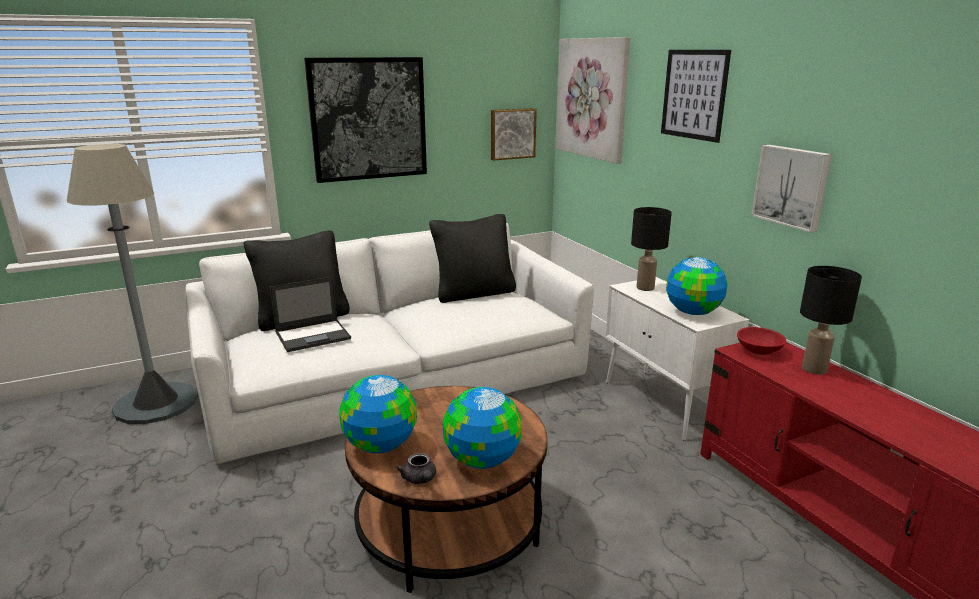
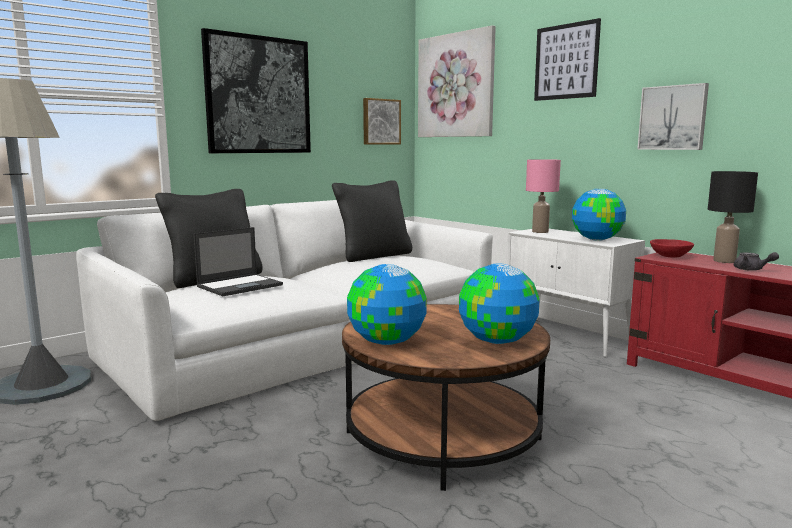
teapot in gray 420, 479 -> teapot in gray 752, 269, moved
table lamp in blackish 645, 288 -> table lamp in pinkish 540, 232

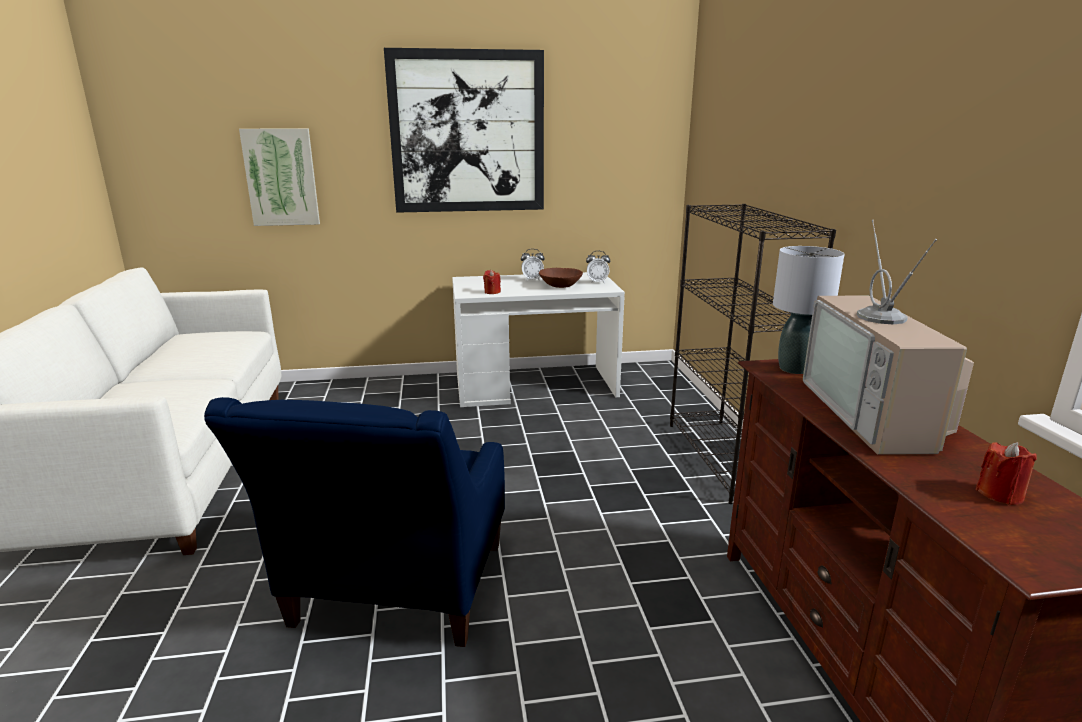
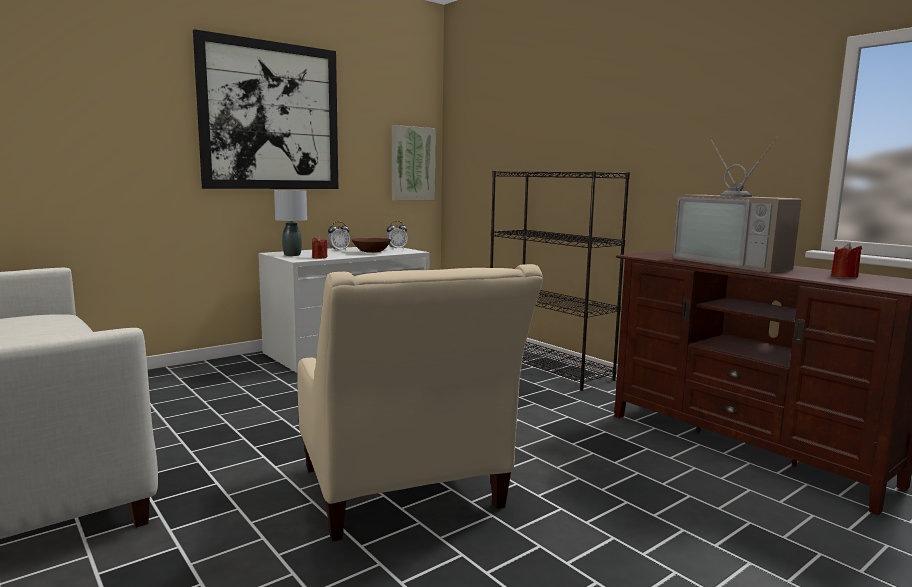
picture 281, 177 -> picture 412, 163, moved
table lamp in gray 794, 369 -> table lamp in gray 292, 255, moved
armchair in blue-coloured 394, 595 -> armchair in beige 405, 495

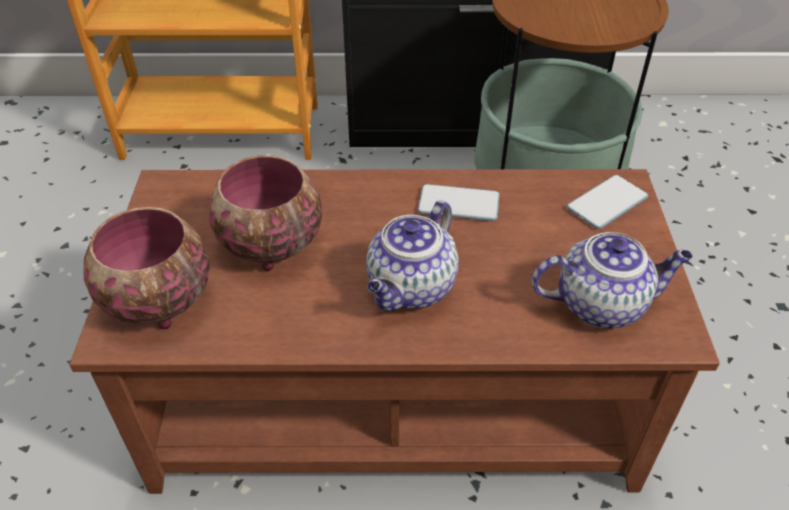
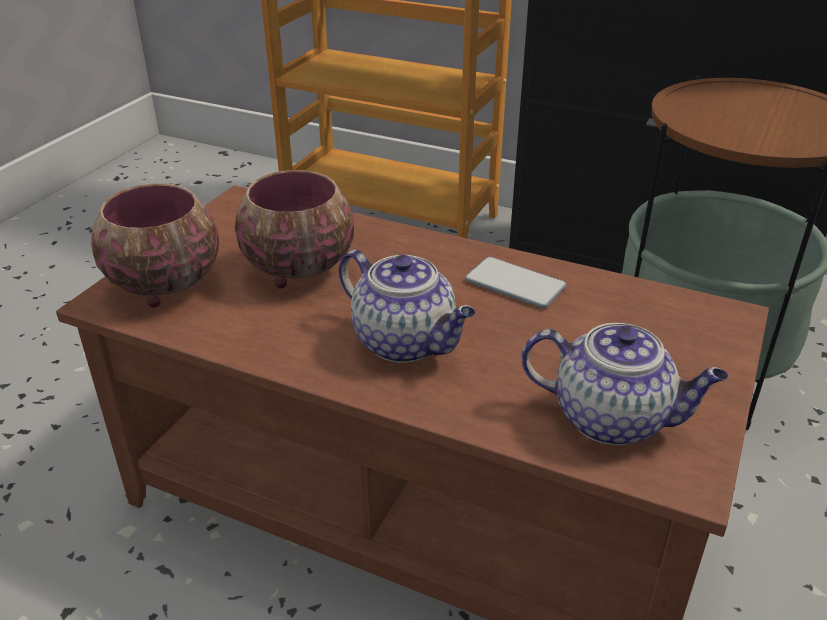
phone 607, 203 -> none
teapot 411, 289 -> teapot 406, 343, 105 degrees counterclockwise

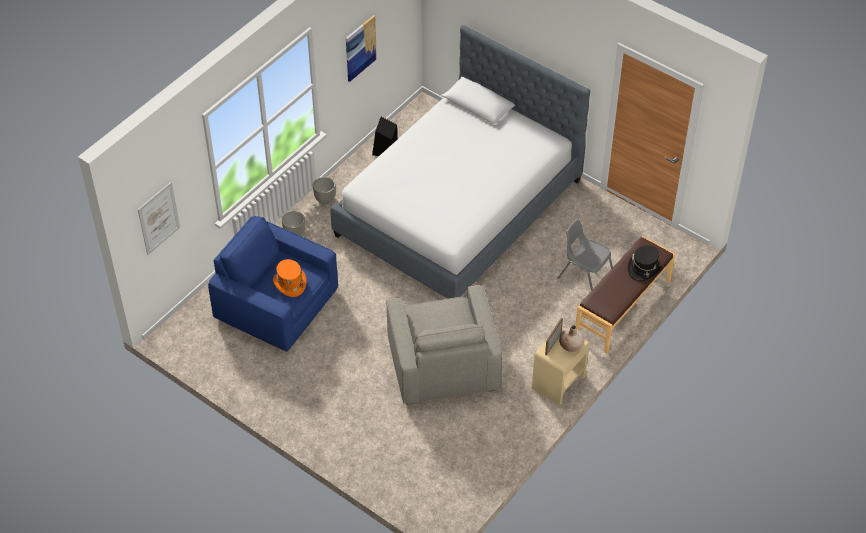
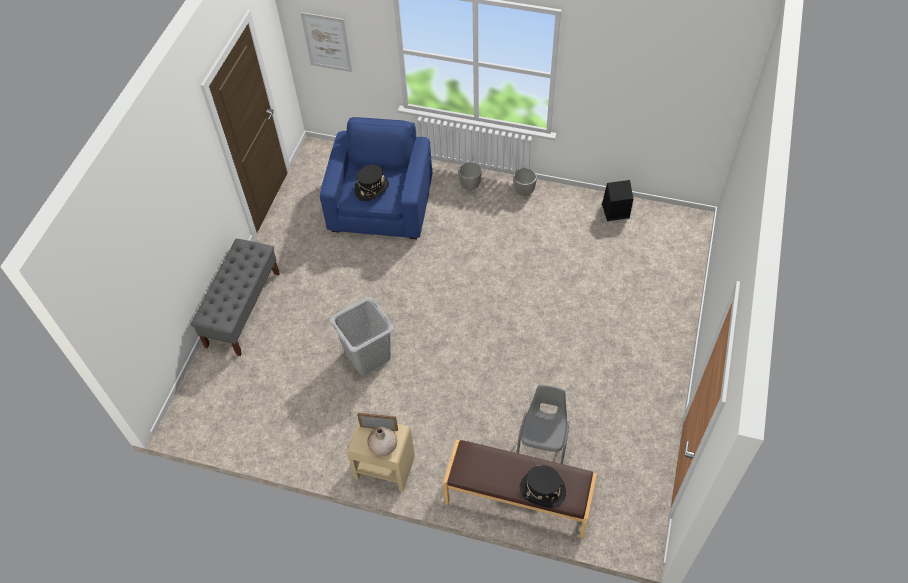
sleeping bed 459, 208 -> none
picture 360, 48 -> none
none -> long seat in gray 243, 309
armchair in gray 443, 363 -> laundry basket in gray 367, 355
wearable hat in orangey 290, 283 -> wearable hat in blackish 372, 188

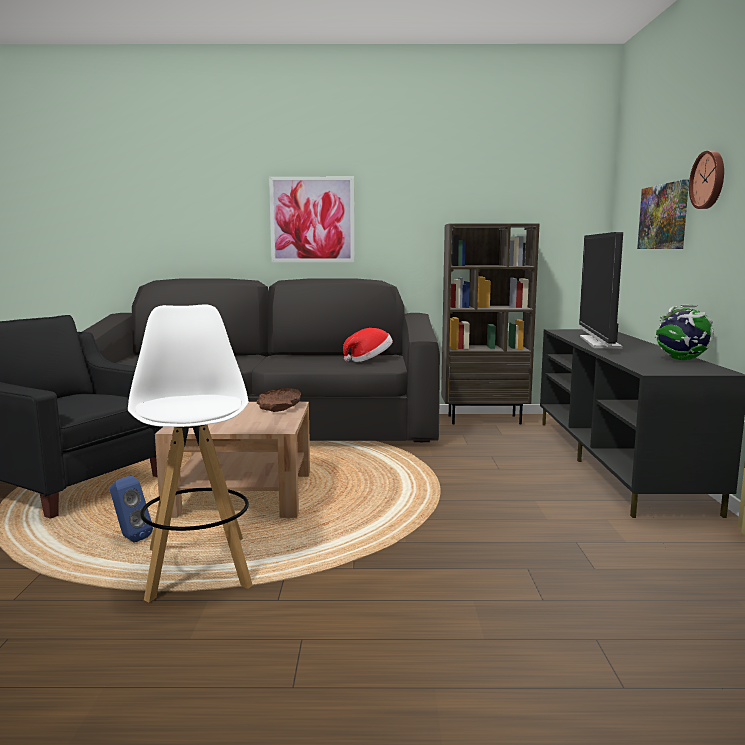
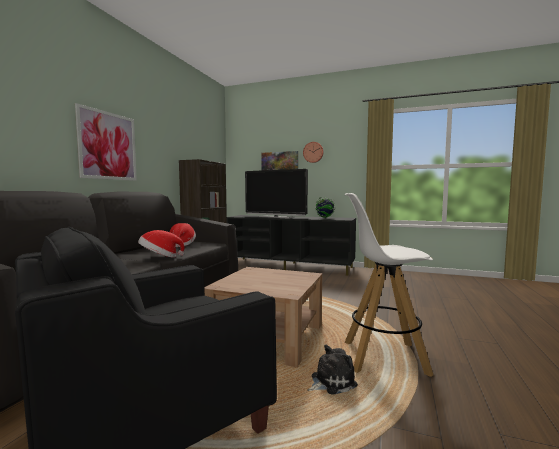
deep dish in brownish 279, 408 -> none
none -> wearable hat 160, 257
audio speaker in blue-coloured 130, 538 -> plush toy 330, 381

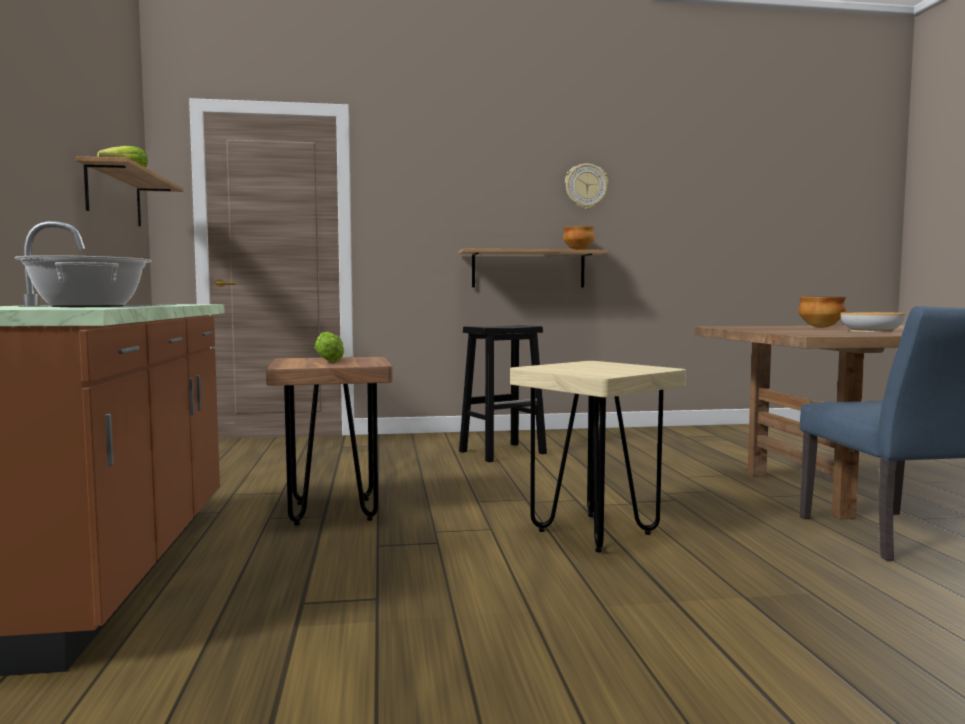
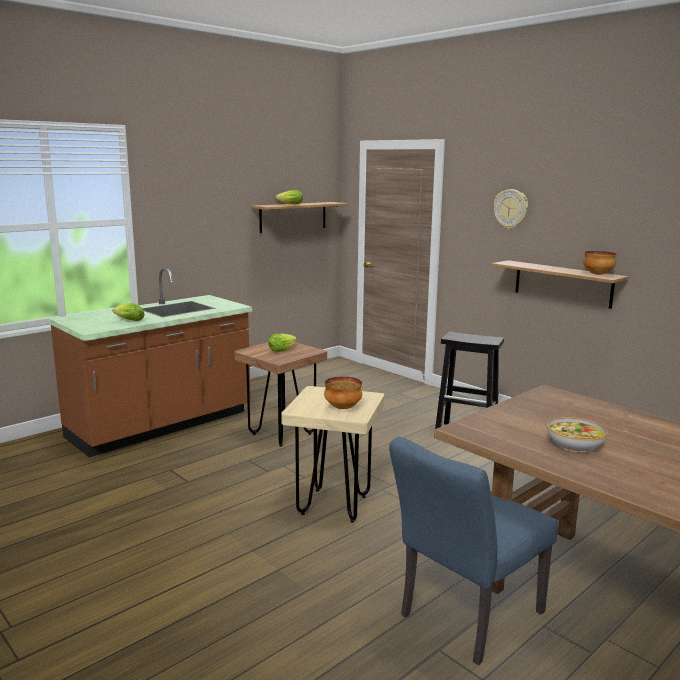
hanging clock 585, 186 -> hanging clock 511, 209, moved
deep dish 821, 327 -> deep dish 343, 408, moved
saucepot 88, 306 -> lettuce head 128, 320

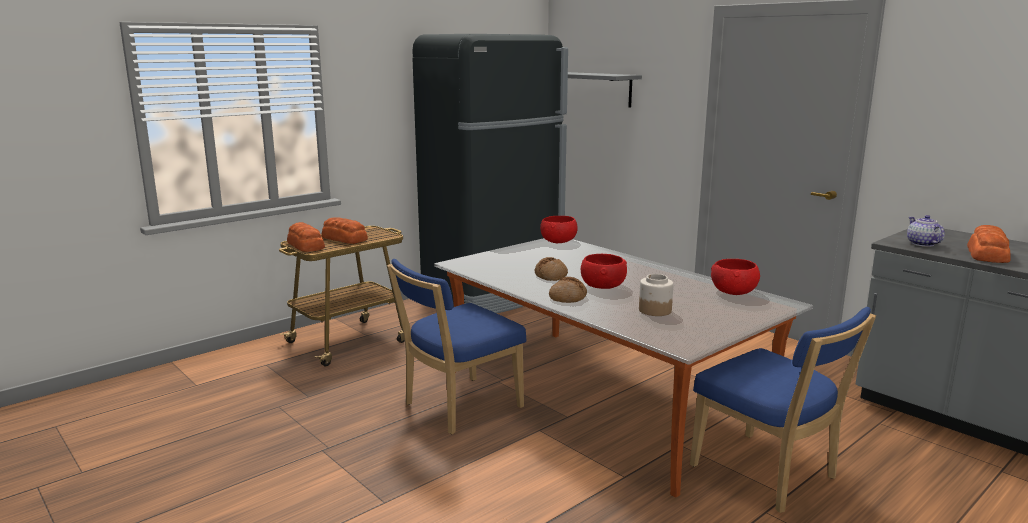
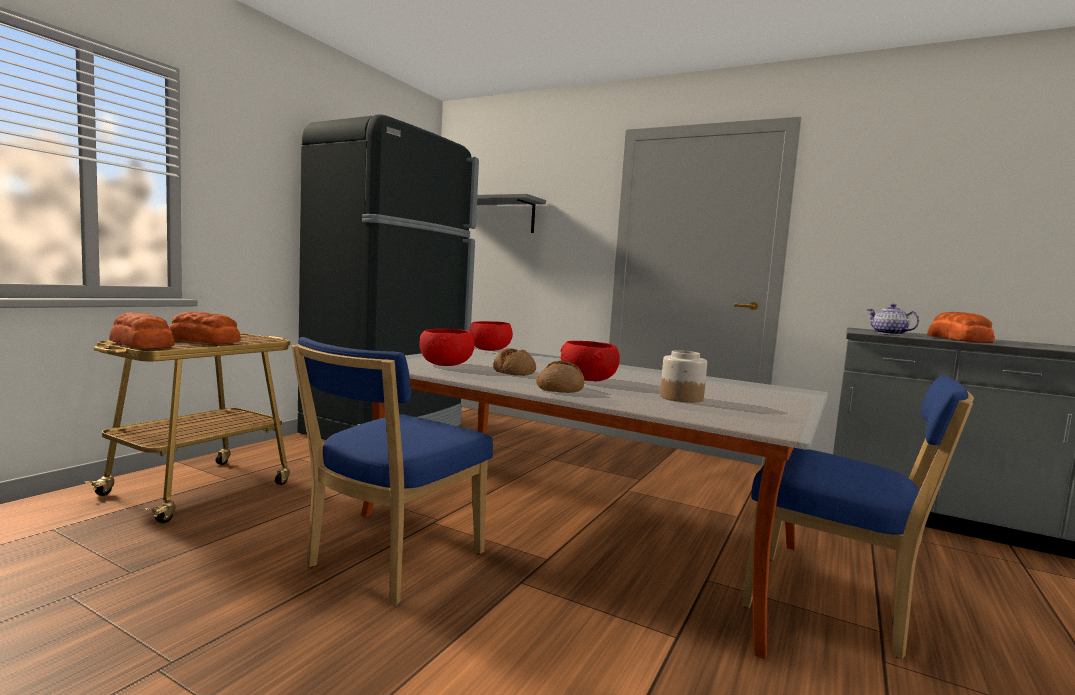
deep dish in red 734, 292 -> deep dish in red 446, 364, moved

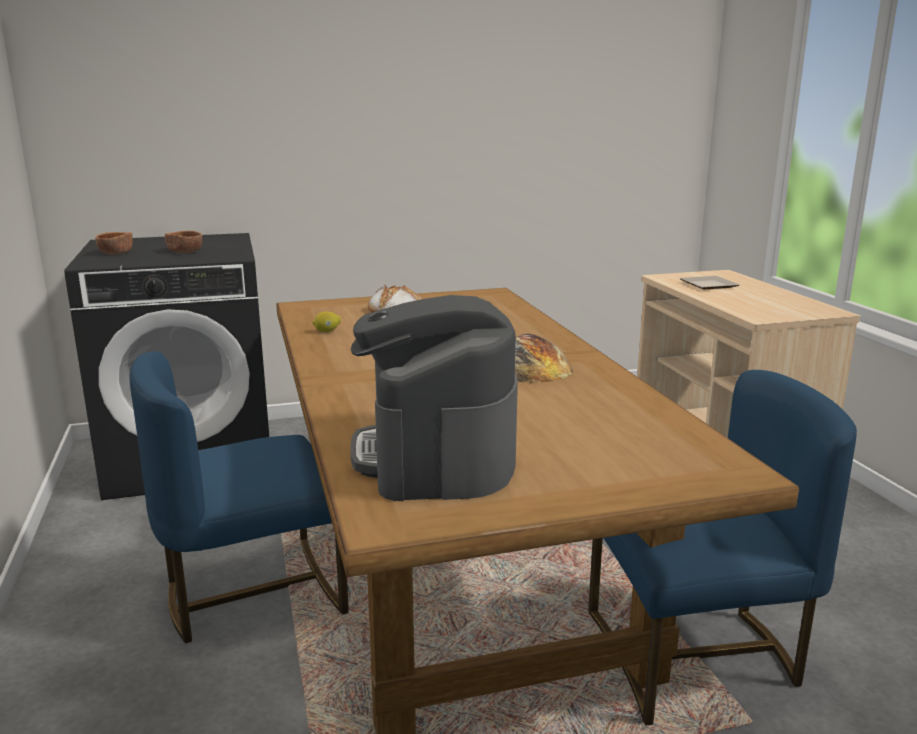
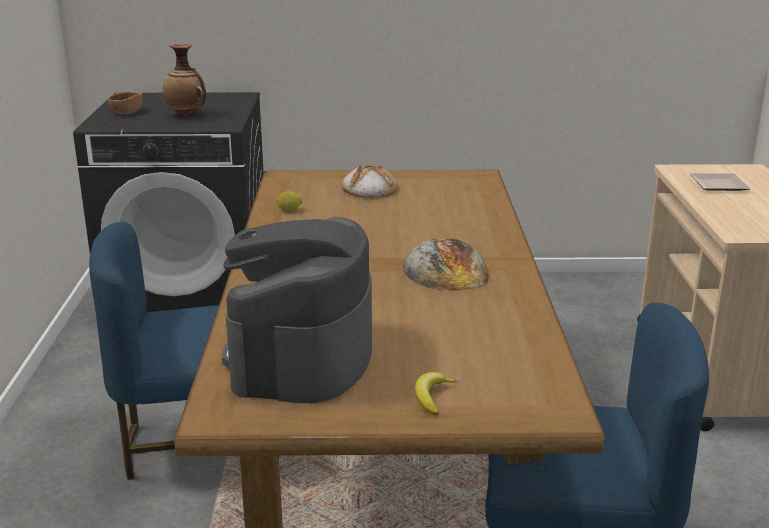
none -> banana fruit 432, 397
deep dish in brownish 185, 251 -> decorative vase 186, 115

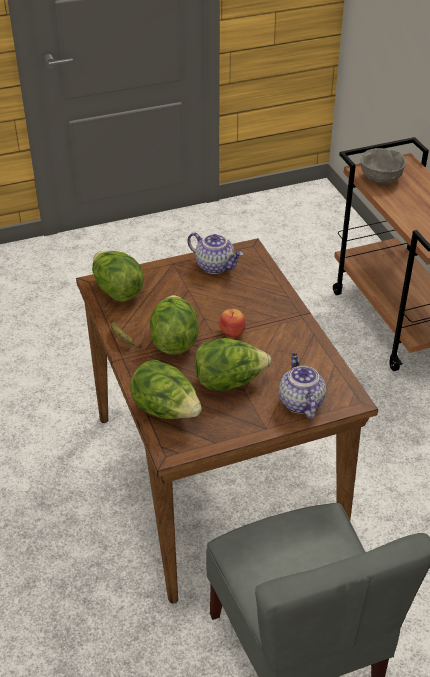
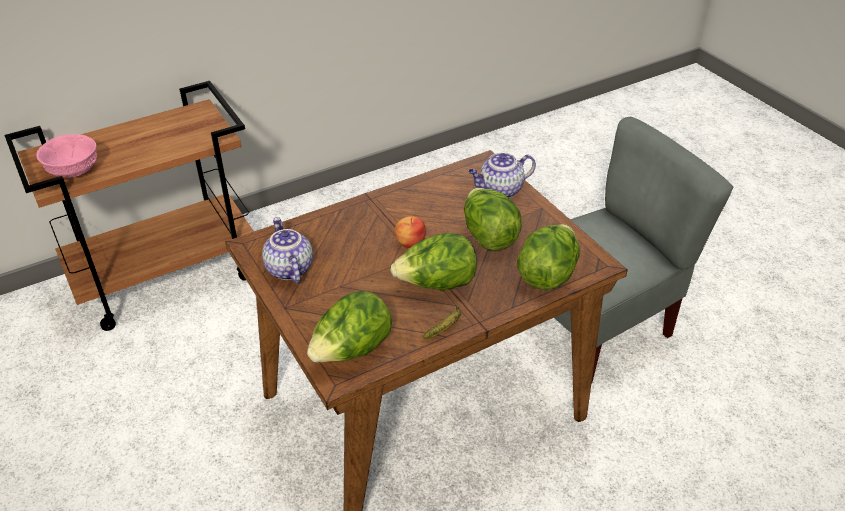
deep dish in gray 380, 178 -> deep dish in pinkish 73, 171
teapot 215, 266 -> teapot 288, 269, 45 degrees counterclockwise

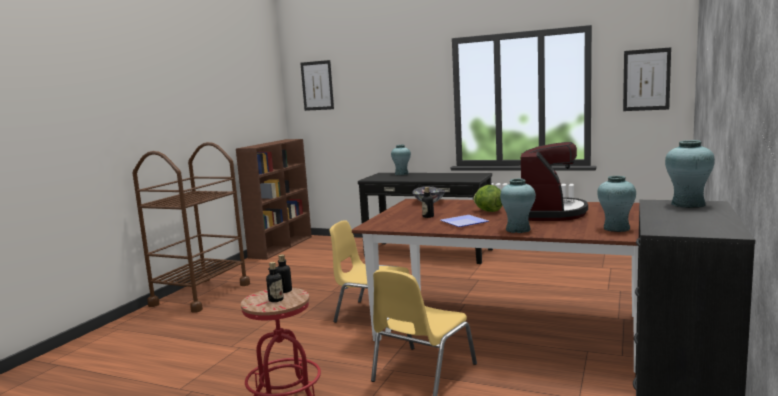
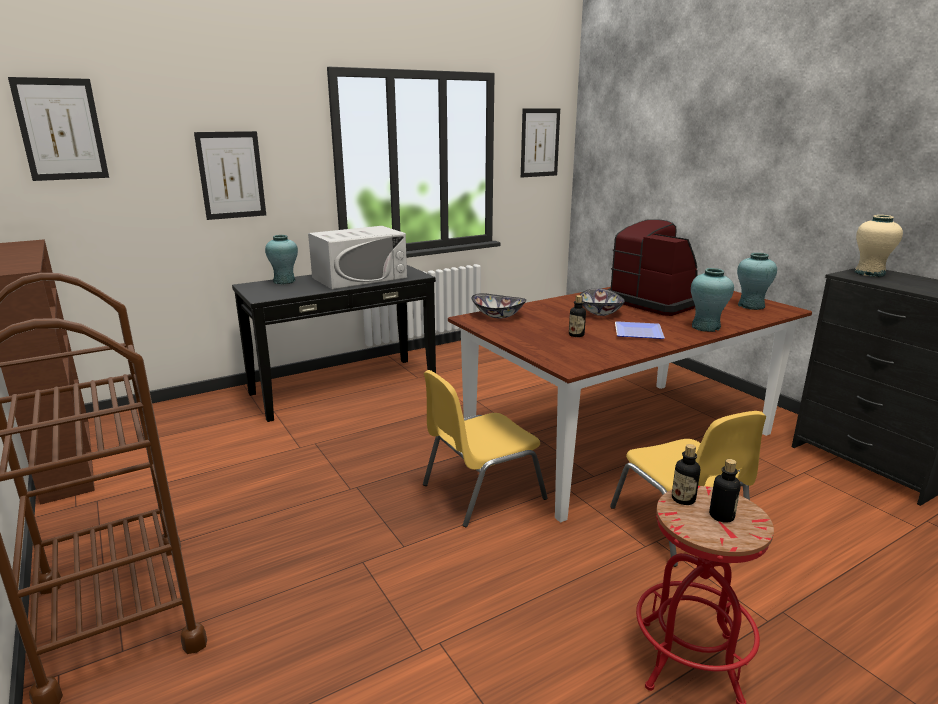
none -> picture 231, 175
none -> kitchen microwave in whitish 360, 277
lettuce head 488, 211 -> deep dish 601, 312
decorative vase in turquoise-coloured 688, 204 -> decorative vase in beige 870, 273

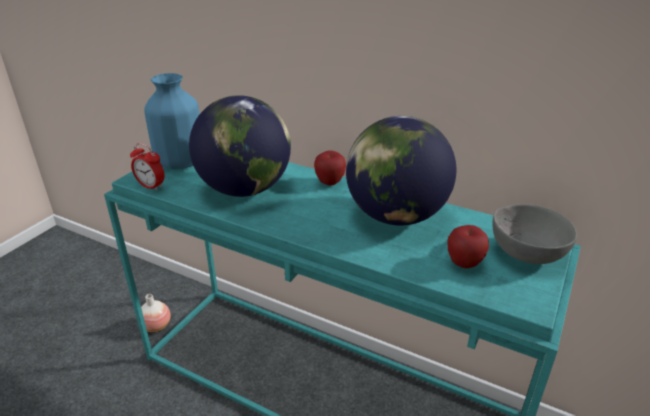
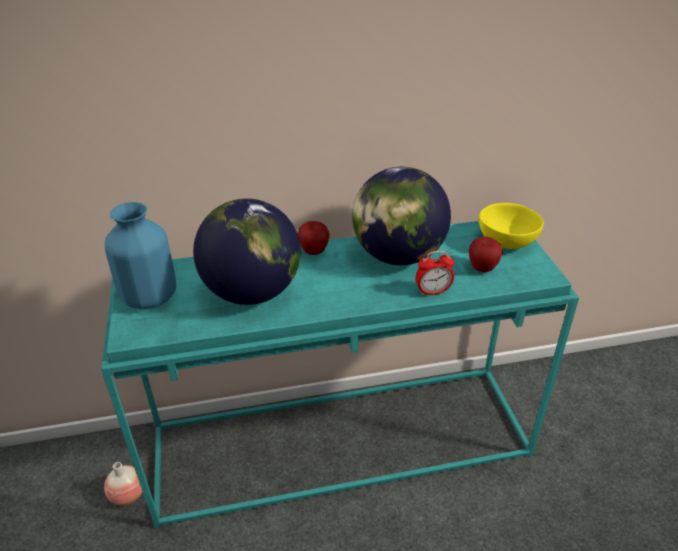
alarm clock 151, 186 -> alarm clock 433, 292, moved
deep dish in gray 525, 252 -> deep dish in yellowish 504, 241

